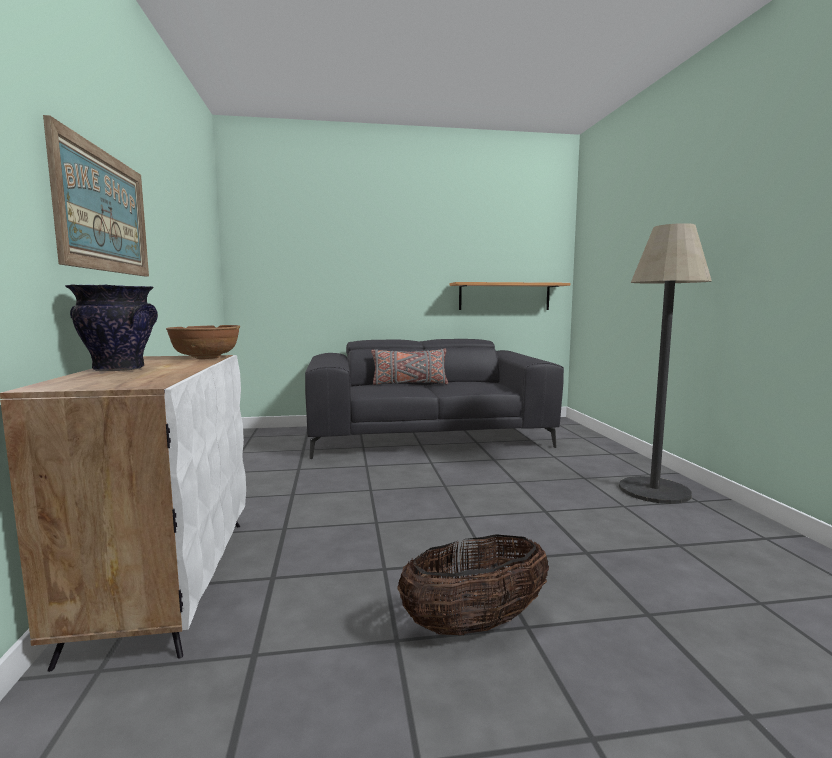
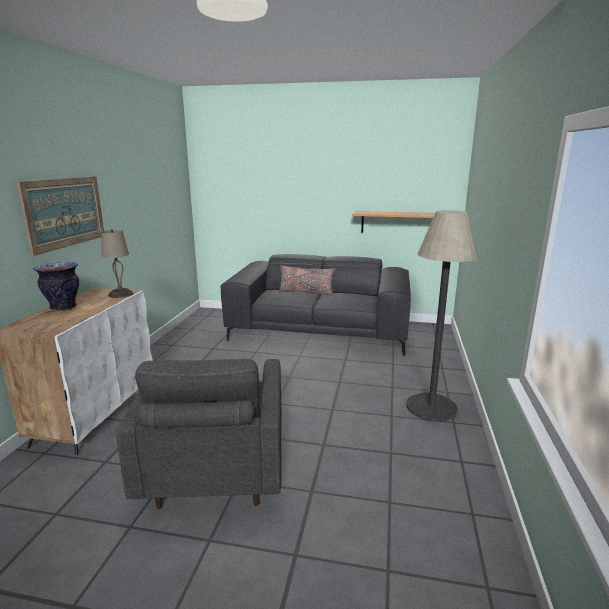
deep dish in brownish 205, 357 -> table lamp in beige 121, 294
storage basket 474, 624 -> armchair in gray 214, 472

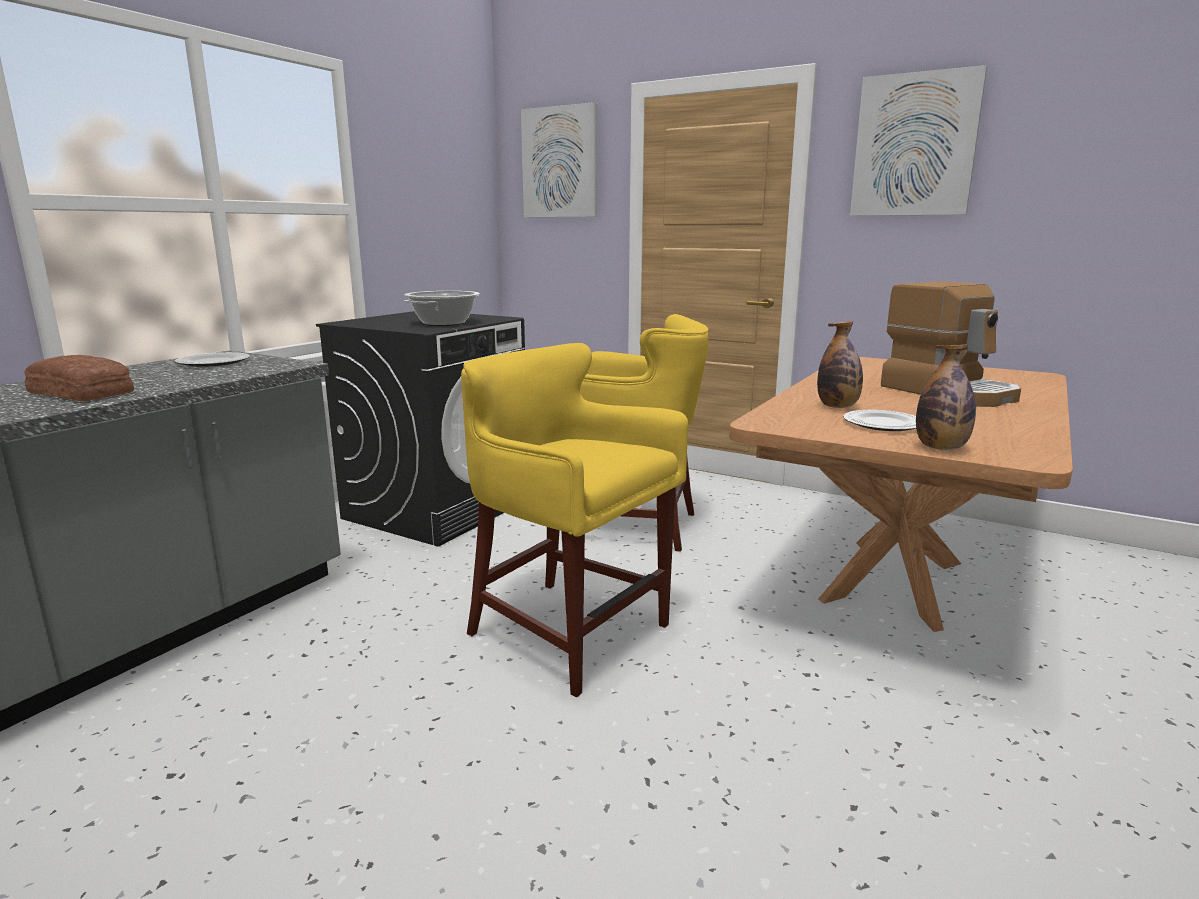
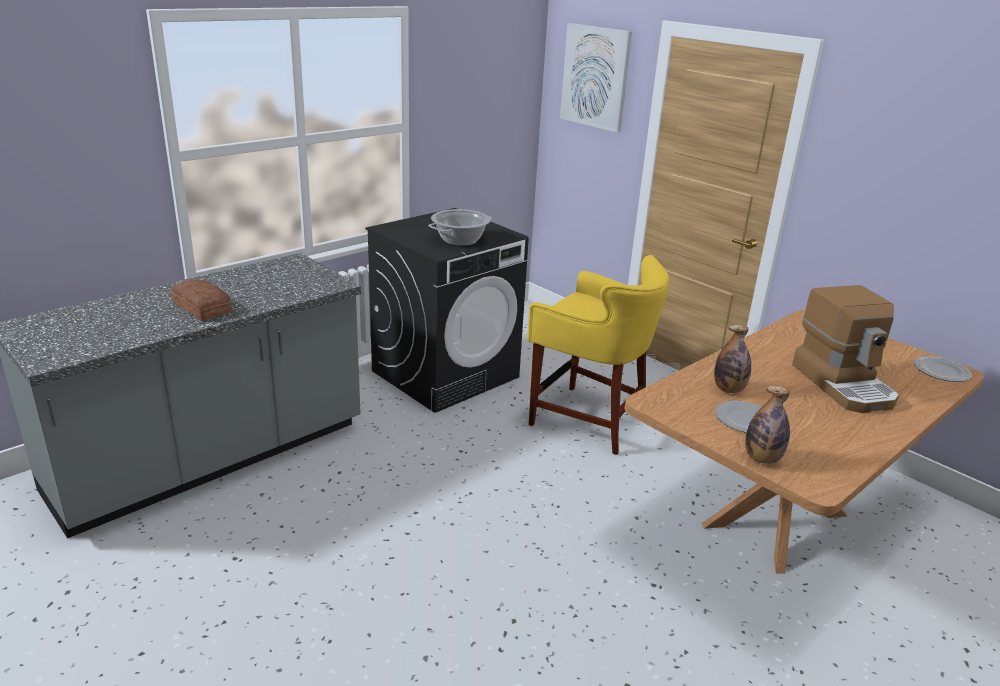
stool in yellowish 567, 633 -> none
picture 915, 145 -> none
flat dish 214, 362 -> flat dish 942, 371, moved

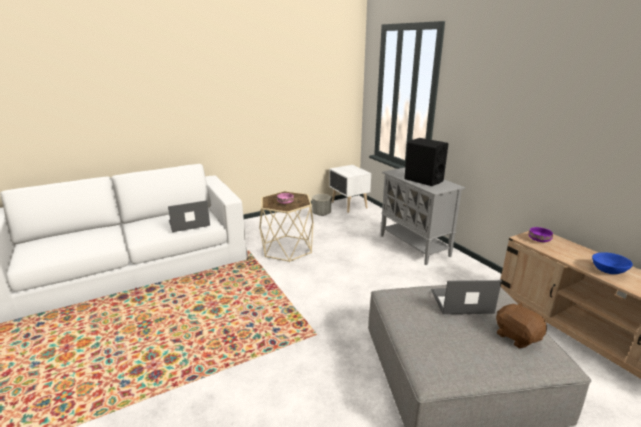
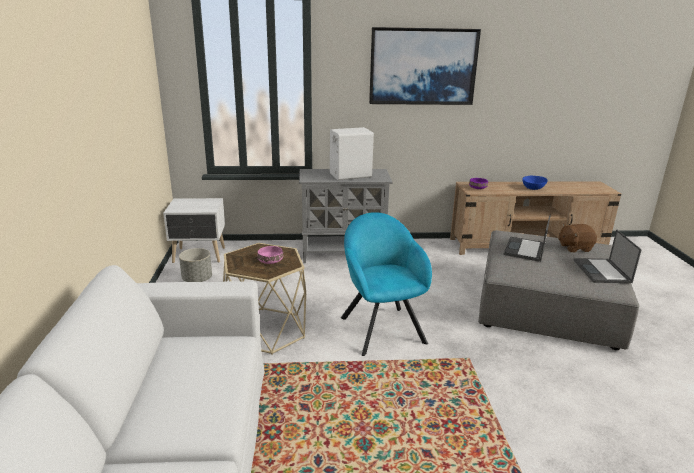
none -> armchair in turquoise-coloured 381, 327
none -> picture 423, 66
laptop 188, 223 -> laptop 602, 271, moved
audio speaker in blackish 423, 180 -> audio speaker in whitish 350, 175

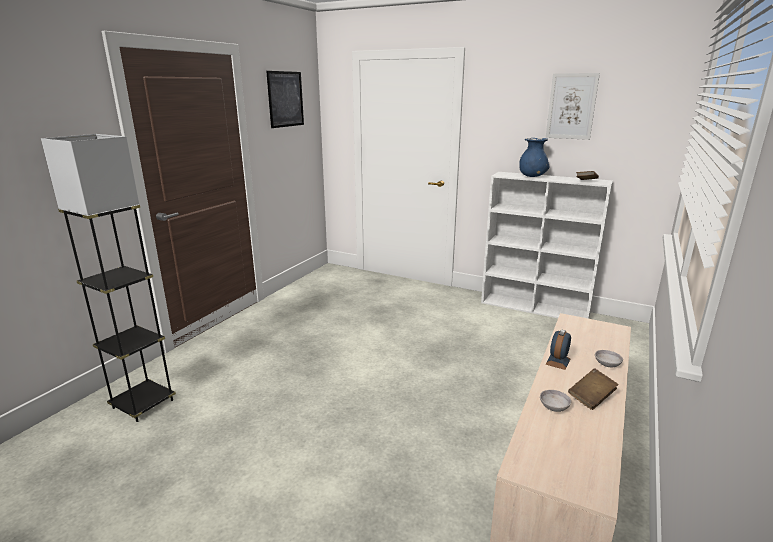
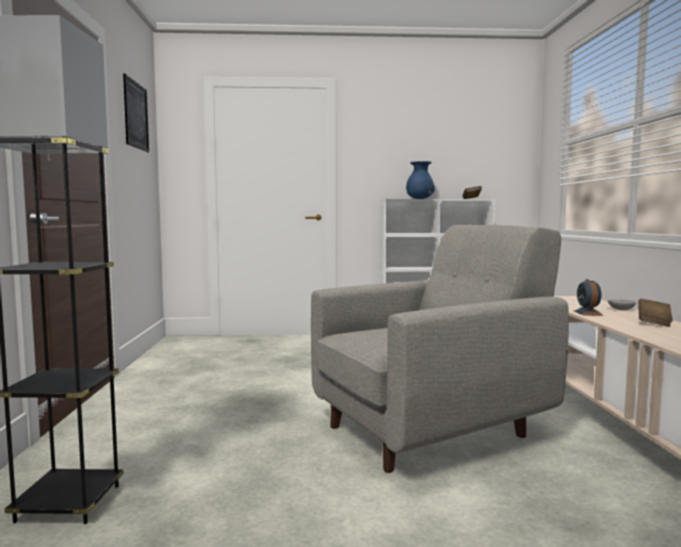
deep dish in gray 554, 407 -> none
picture 571, 106 -> none
none -> armchair in gray 433, 430

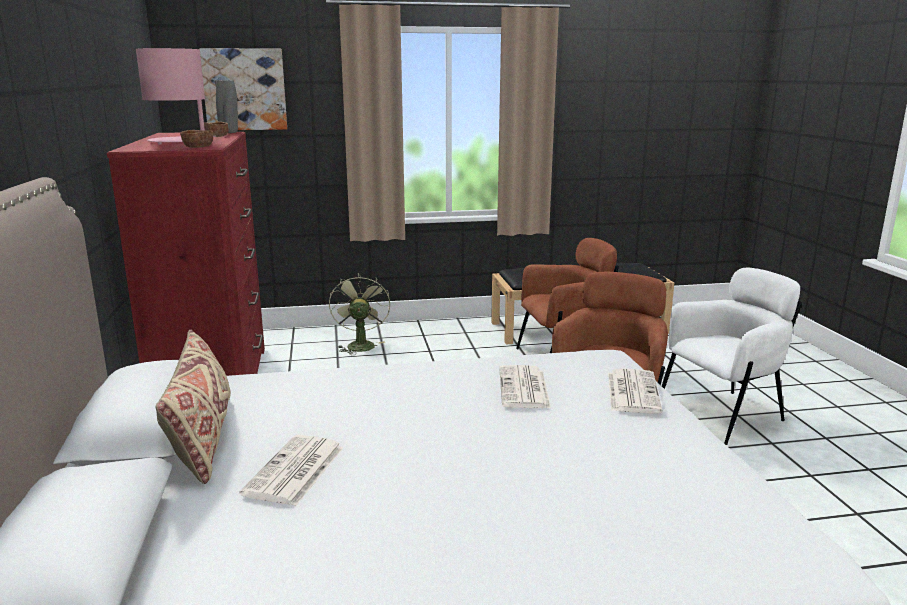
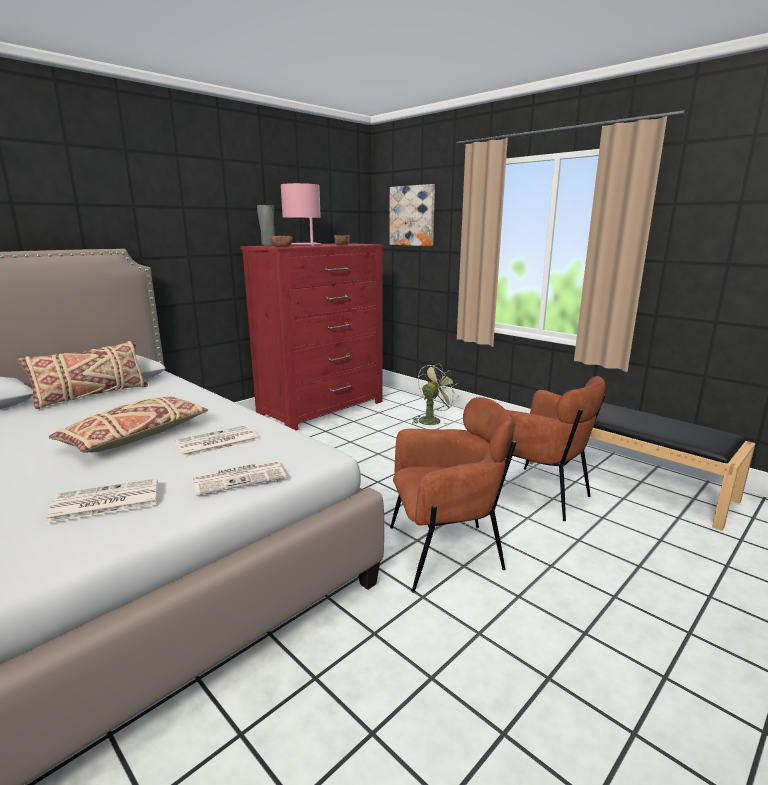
armchair in whitish 723, 414 -> none
none -> pillow in beige 135, 437
decorative vase in gray 229, 132 -> decorative vase in gray 268, 246, moved
printed paper 295, 471 -> printed paper 104, 502, moved

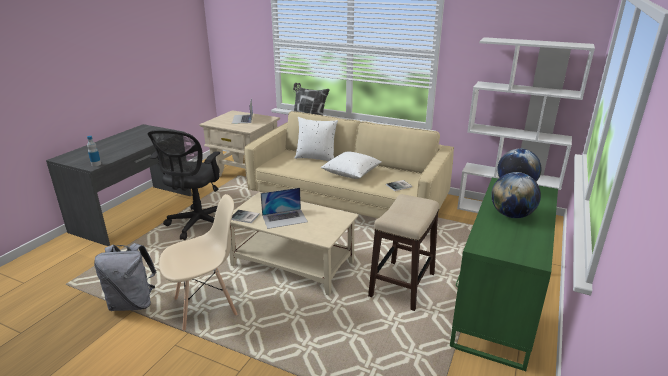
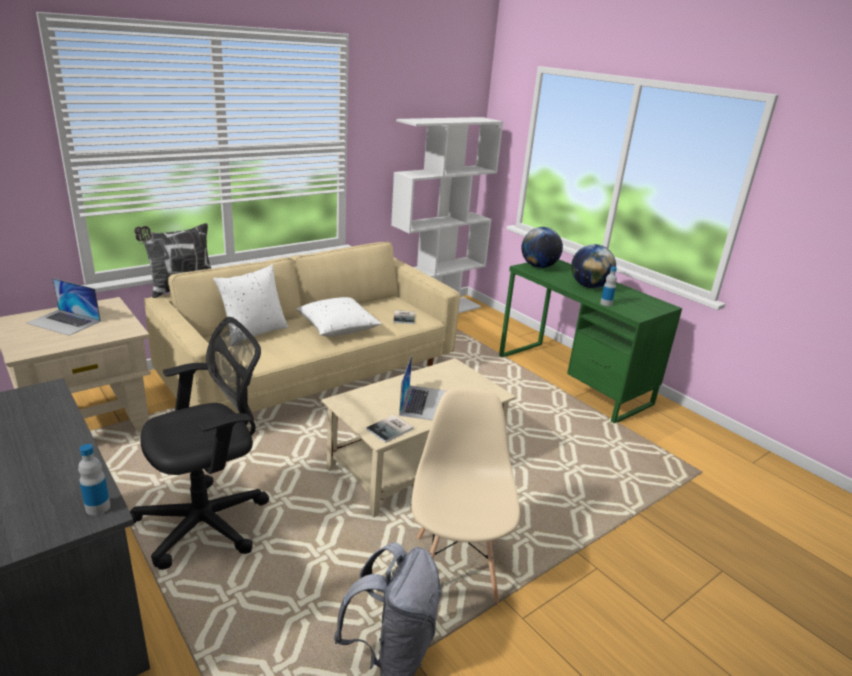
stool 402, 284 -> none
none -> bottle 606, 303
office chair in blackish 198, 224 -> office chair in blackish 209, 522, 75 degrees counterclockwise

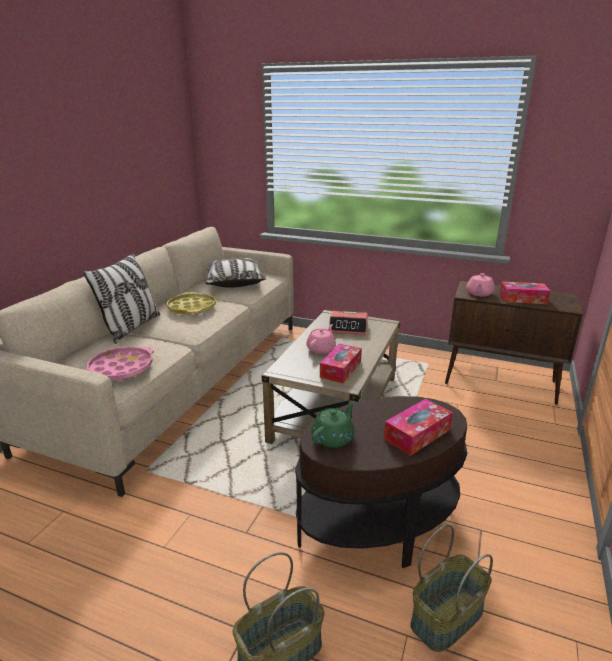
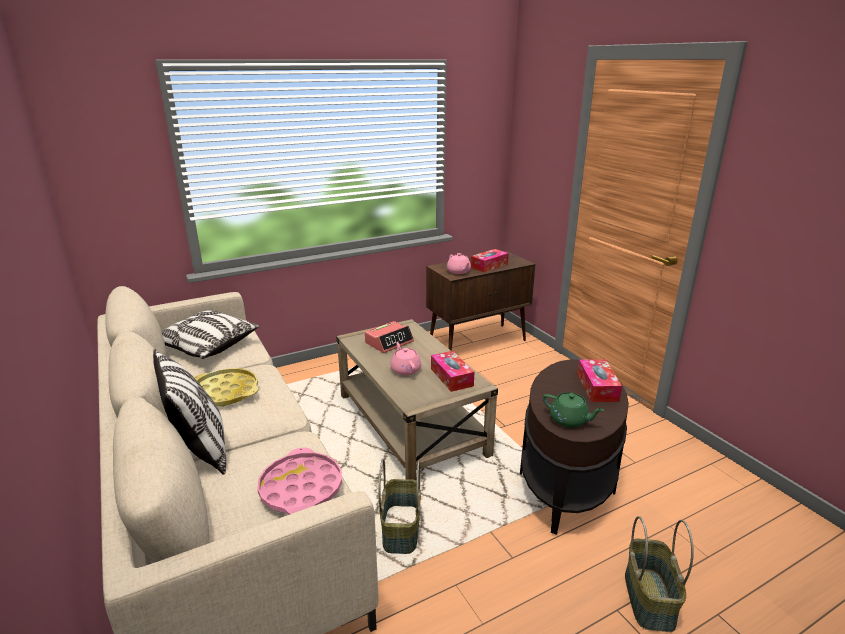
storage basket 446, 616 -> storage basket 400, 529, moved
teapot in green 333, 437 -> teapot in green 569, 420, 135 degrees clockwise

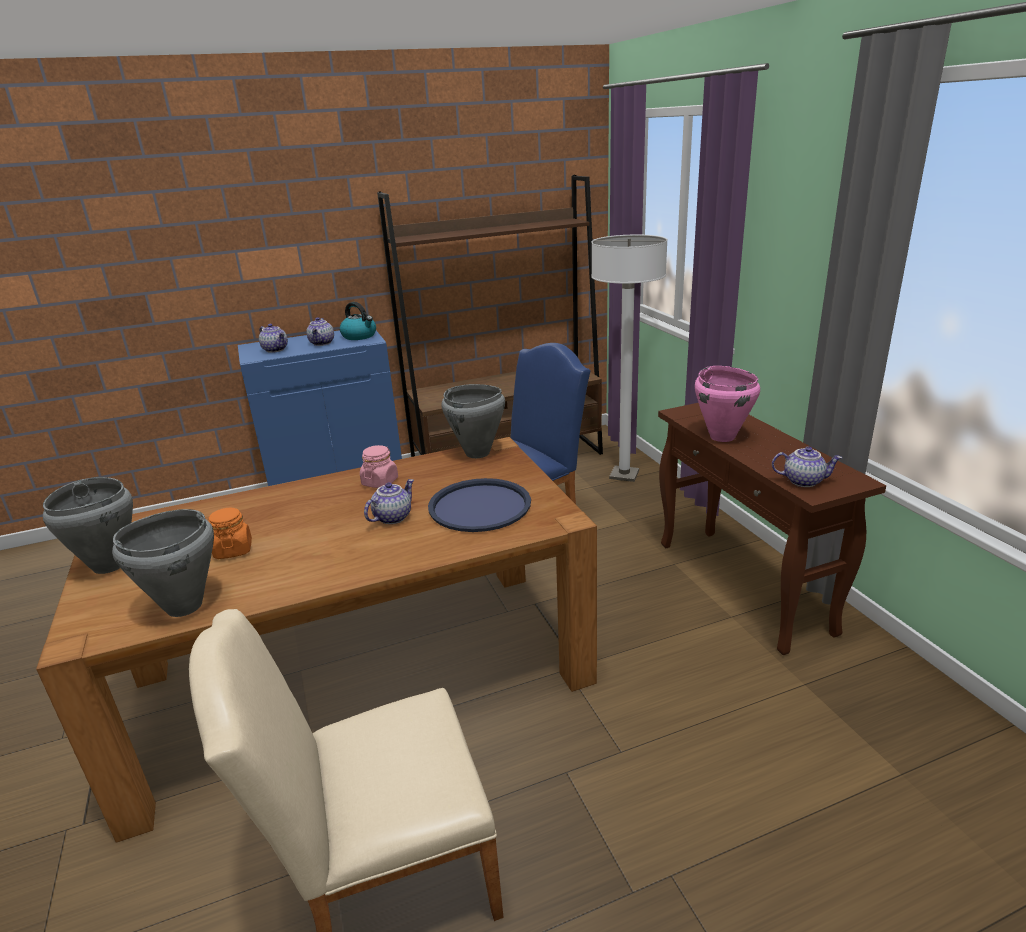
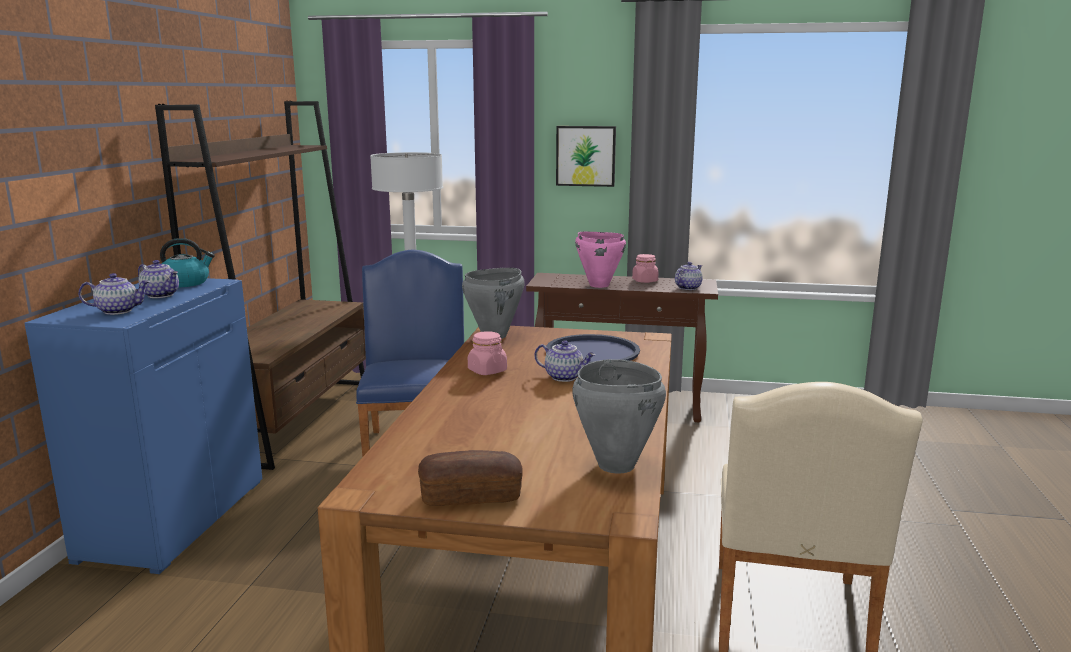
storage jar in orangey 233, 550 -> none
none -> picture 586, 156
none -> storage jar in pinkish 644, 281
saucepot in gray 109, 565 -> bread 471, 496
teapot 392, 517 -> teapot 565, 377, 135 degrees clockwise

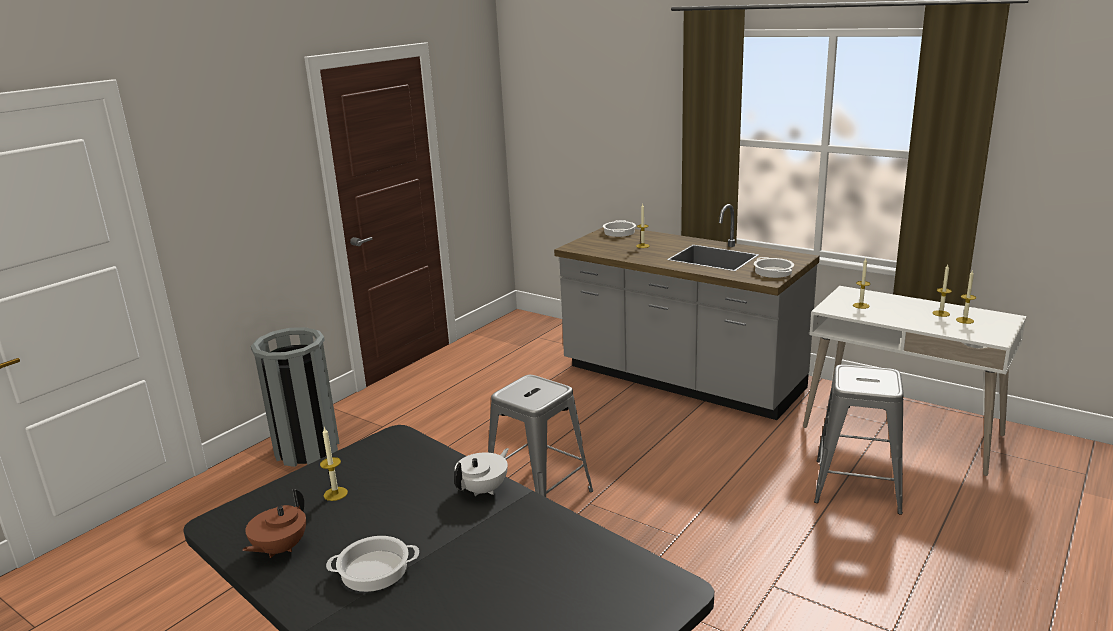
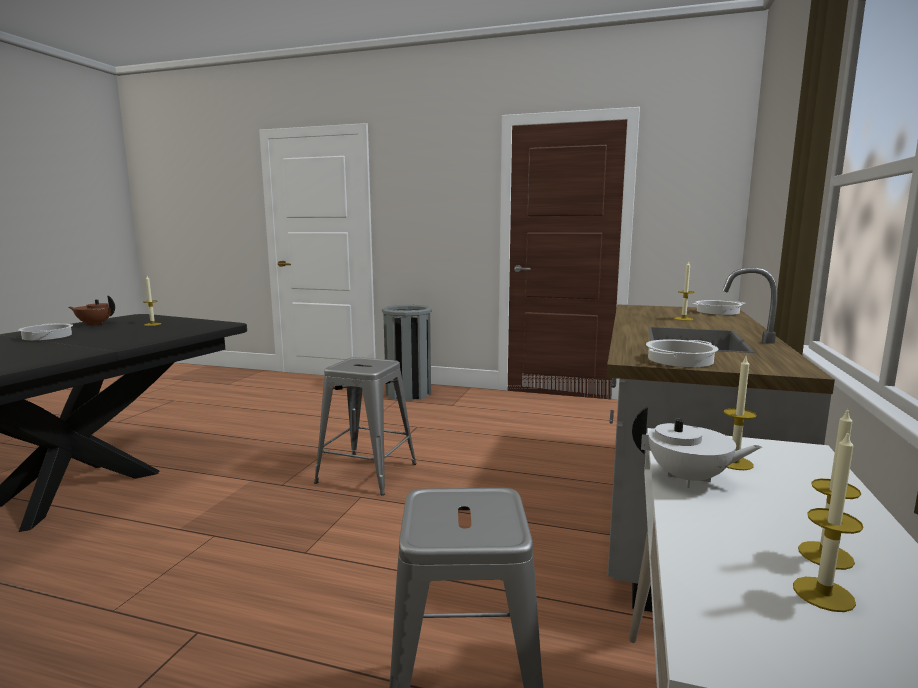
teapot in whitish 484, 489 -> teapot in whitish 689, 479, moved

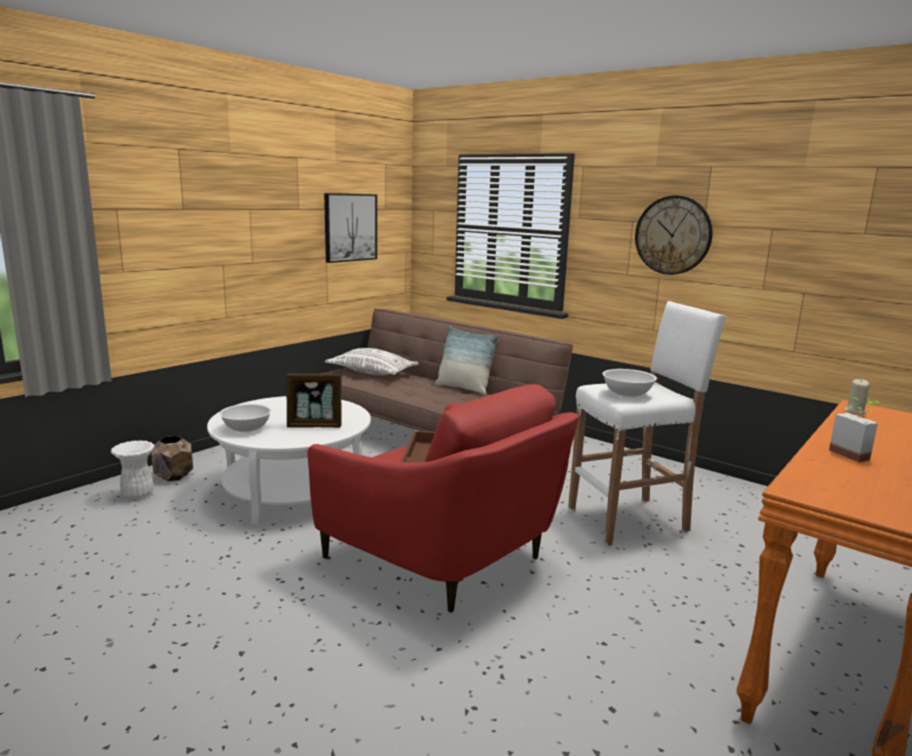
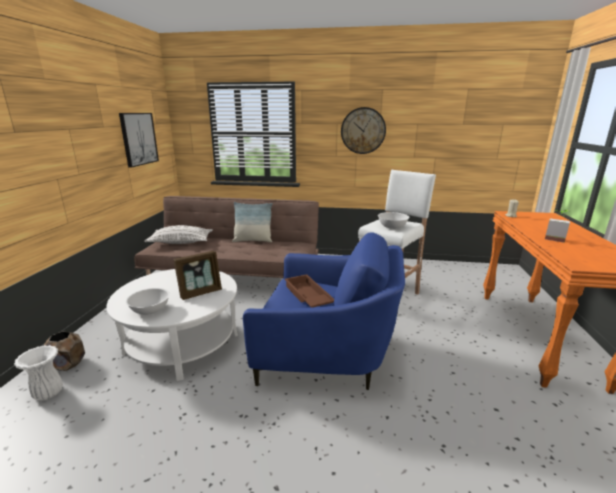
armchair in red 445, 557 -> armchair in blue-coloured 326, 354

